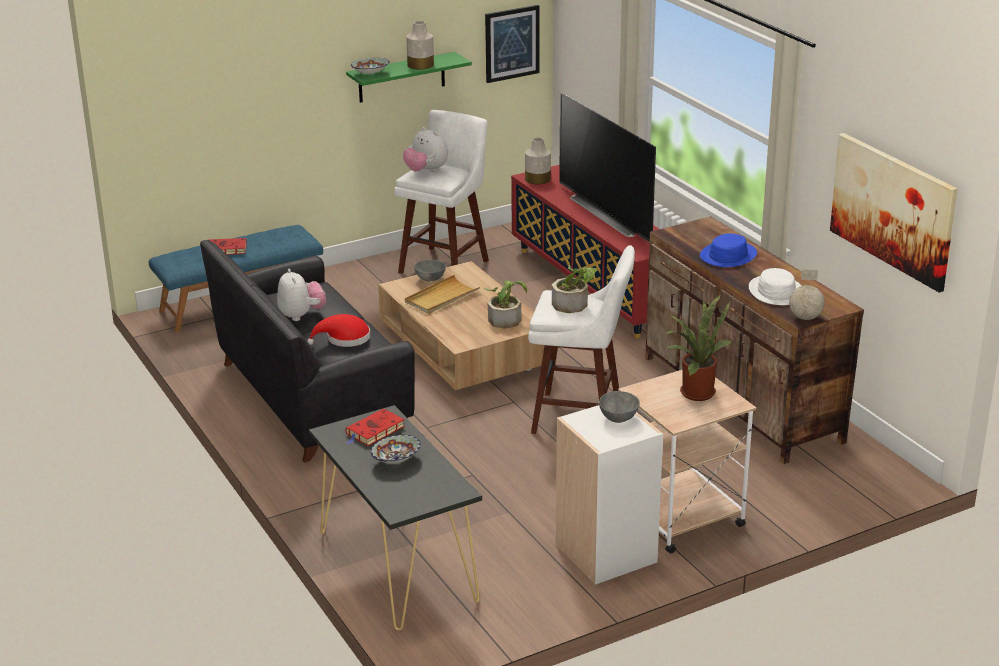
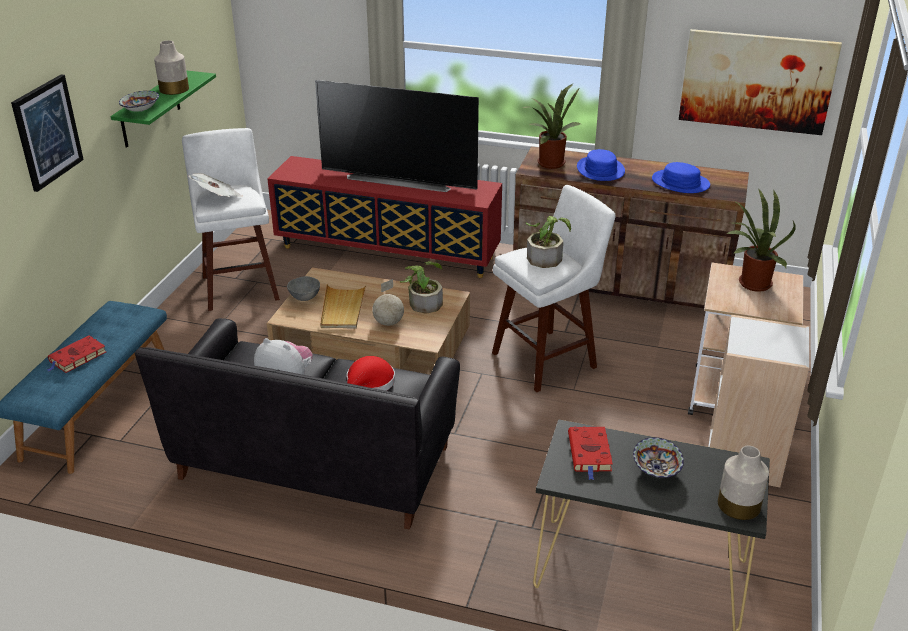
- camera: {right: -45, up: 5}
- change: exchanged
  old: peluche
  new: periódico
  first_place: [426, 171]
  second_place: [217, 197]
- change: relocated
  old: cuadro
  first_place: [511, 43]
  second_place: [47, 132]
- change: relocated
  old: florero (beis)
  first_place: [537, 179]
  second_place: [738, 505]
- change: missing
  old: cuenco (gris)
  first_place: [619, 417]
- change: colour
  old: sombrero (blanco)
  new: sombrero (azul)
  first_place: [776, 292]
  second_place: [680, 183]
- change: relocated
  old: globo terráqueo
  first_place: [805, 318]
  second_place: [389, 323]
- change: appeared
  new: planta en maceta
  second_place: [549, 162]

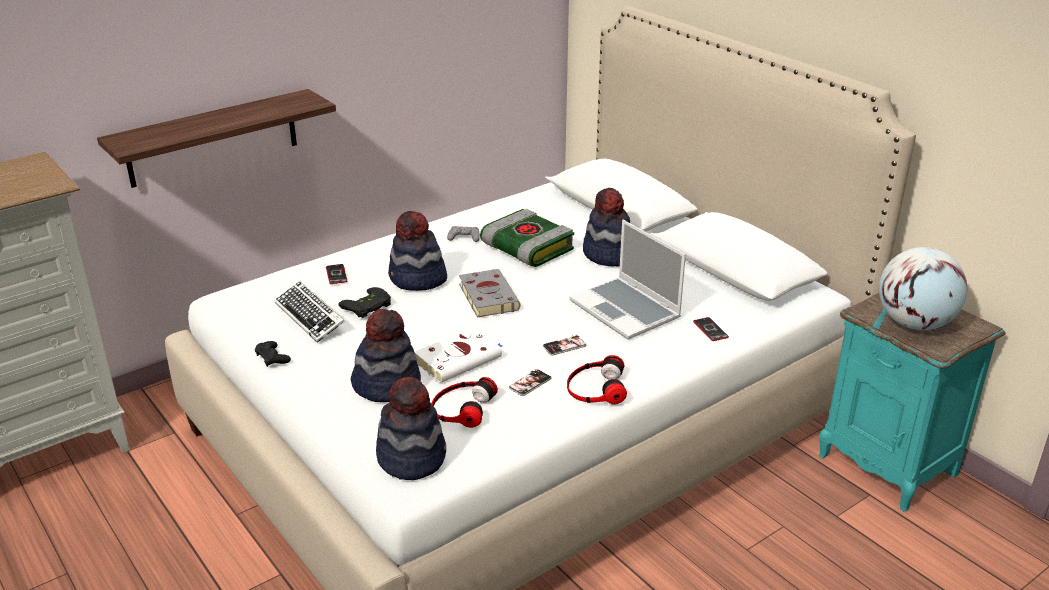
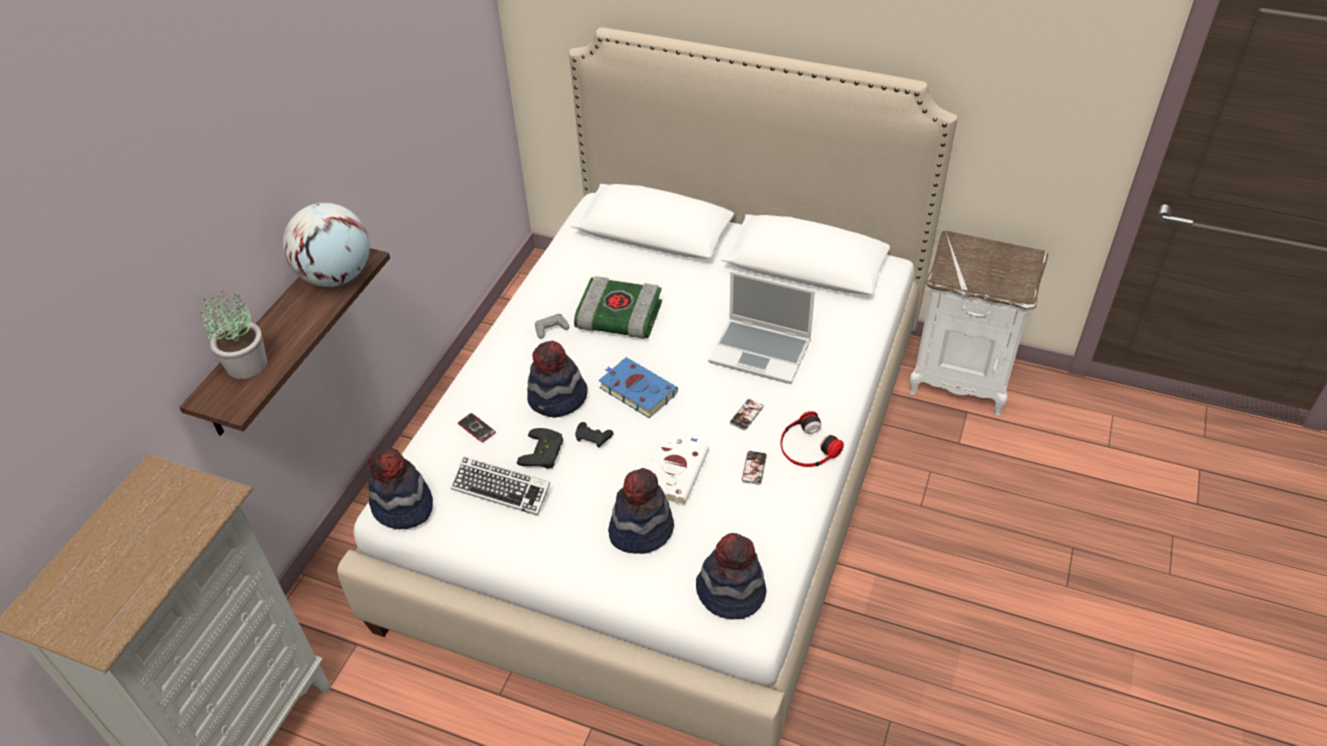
- camera: {right: -30, up: 15}
- change: relocated
  old: mando de consola (negro)
  first_place: [272, 358]
  second_place: [593, 437]
- change: missing
  old: auriculares
  first_place: [461, 408]
- change: colour
  old: libro (gris)
  new: libro (azul)
  first_place: [487, 296]
  second_place: [636, 390]
- change: relocated
  old: sombrero
  first_place: [608, 255]
  second_place: [402, 507]
- change: missing
  old: móvil
  first_place: [710, 330]
- change: colour
  old: mesita de noche (turquesa)
  new: mesita de noche (blanco)
  first_place: [887, 466]
  second_place: [961, 380]
- change: relocated
  old: globo terráqueo
  first_place: [914, 323]
  second_place: [337, 276]
- change: appeared
  new: planta en maceta
  second_place: [247, 364]

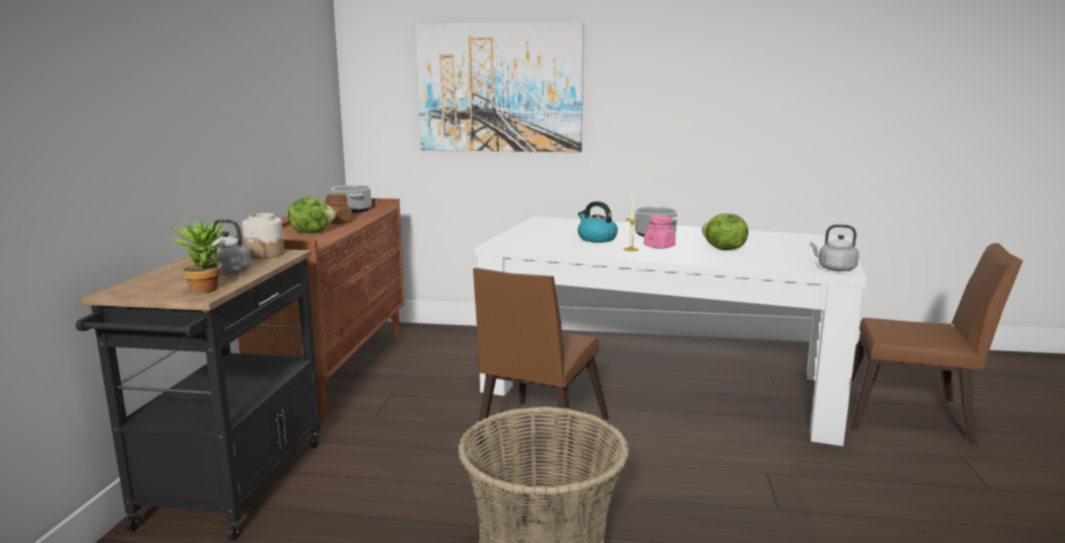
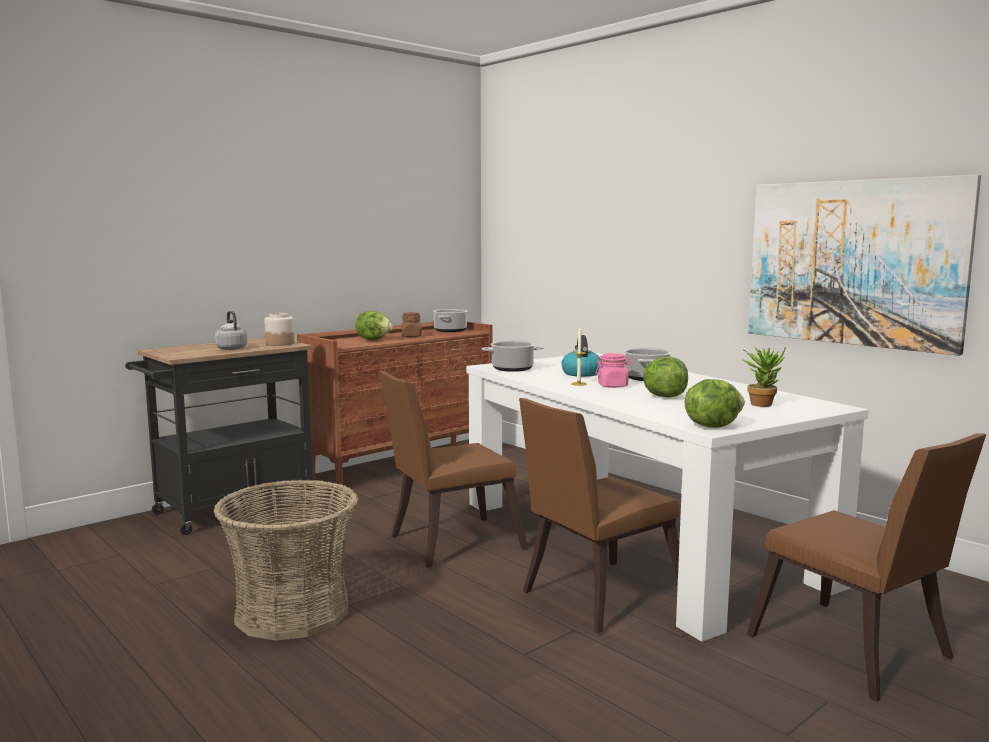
- camera: {right: 40, up: -5}
- change: relocated
  old: planta en maceta
  first_place: [206, 288]
  second_place: [762, 404]
- change: relocated
  old: cuadro
  first_place: [500, 88]
  second_place: [853, 263]
- change: exchanged
  old: hervidor (gris)
  new: lechuga
  first_place: [834, 268]
  second_place: [712, 426]
- change: appeared
  new: olla
  second_place: [512, 369]
- change: appeared
  new: silla (marrón)
  second_place: [596, 597]

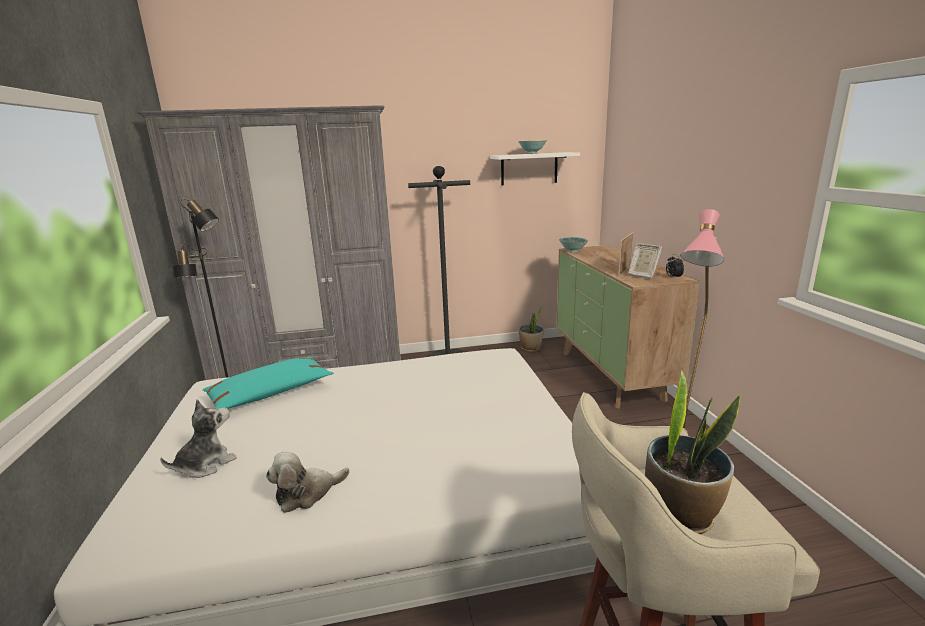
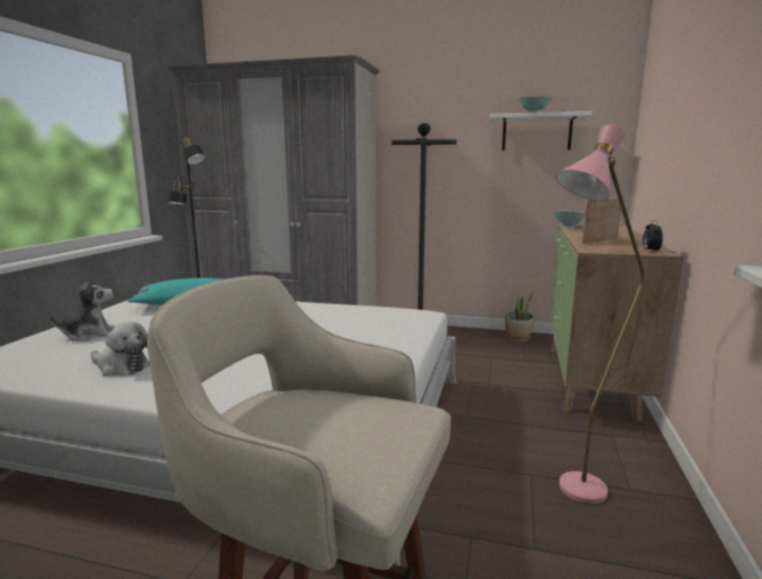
- camera: {right: 25, up: -5}
- change: spun
  old: peluche
  first_place: [307, 493]
  second_place: [121, 367]
  degrees: -150
- change: missing
  old: portarretratos
  first_place: [642, 275]
- change: missing
  old: planta en maceta
  first_place: [680, 514]

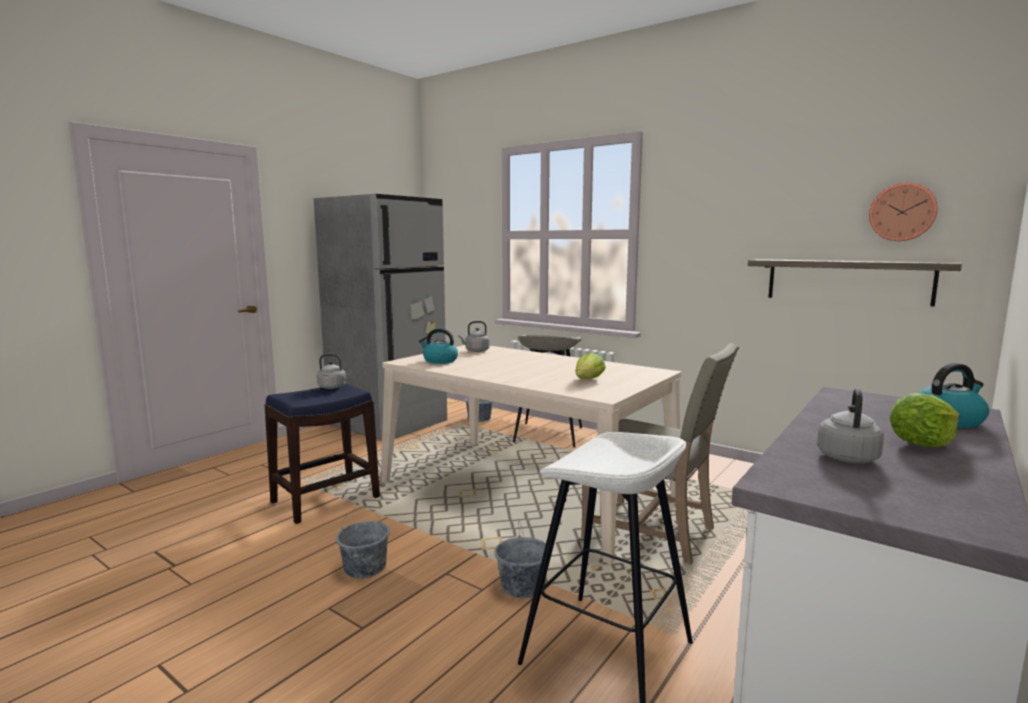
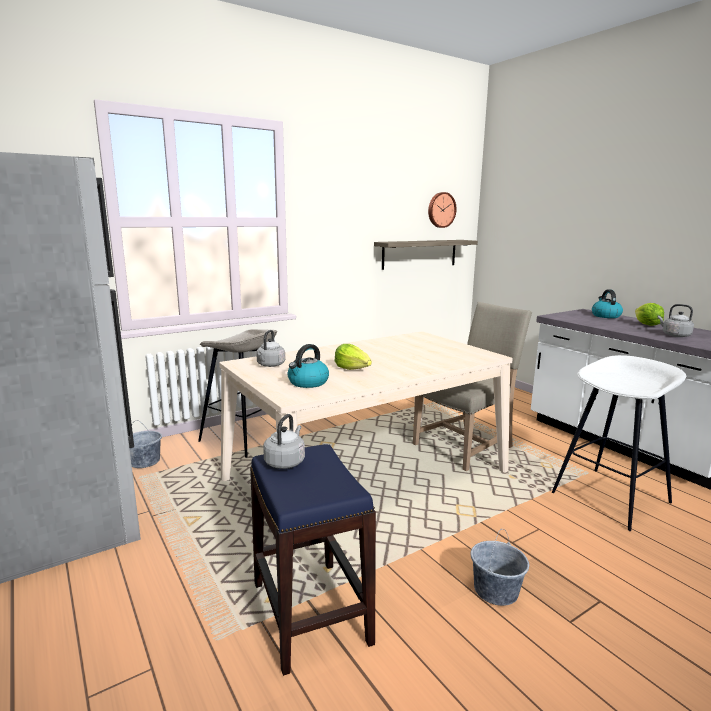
- camera: {right: -70, up: 5}
- change: missing
  old: cubo (gris)
  first_place: [523, 586]
- change: relocated
  old: lechuga
  first_place: [588, 380]
  second_place: [353, 369]

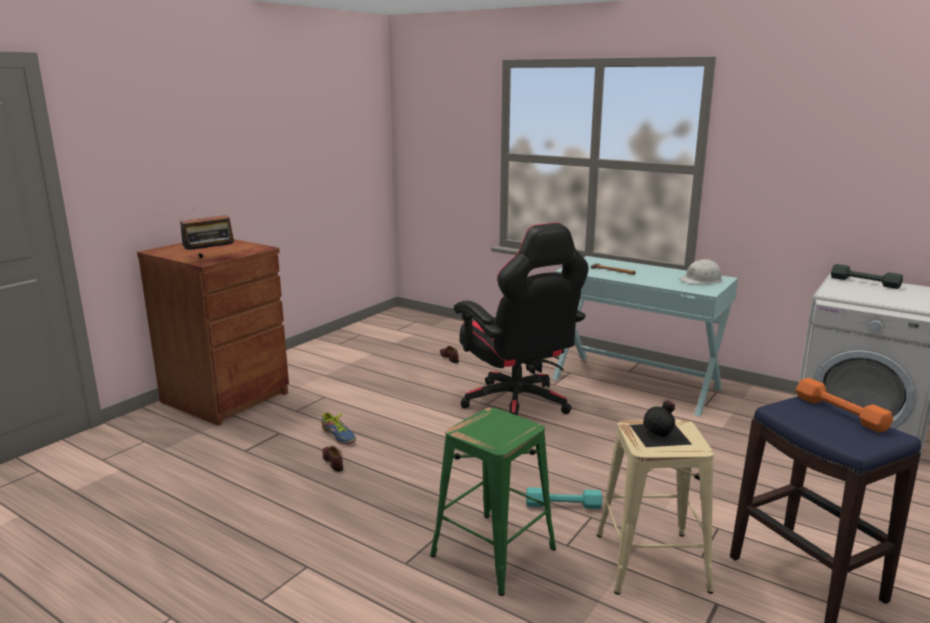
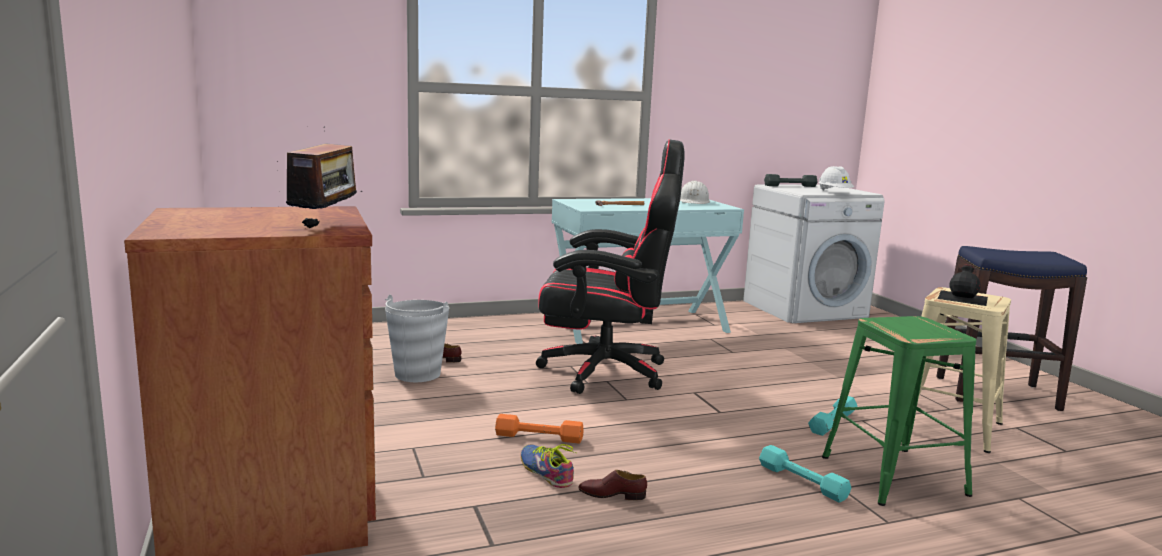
- camera: {right: -55, up: -5}
- change: spun
  old: zapato
  first_place: [339, 435]
  second_place: [545, 471]
  degrees: -120
- change: relocated
  old: mancuerna (naranja)
  first_place: [840, 413]
  second_place: [539, 437]
- change: appeared
  new: cubo (gris)
  second_place: [417, 374]
- change: appeared
  new: mancuerna (turquesa)
  second_place: [802, 481]
- change: appeared
  new: casco (blanco)
  second_place: [834, 192]

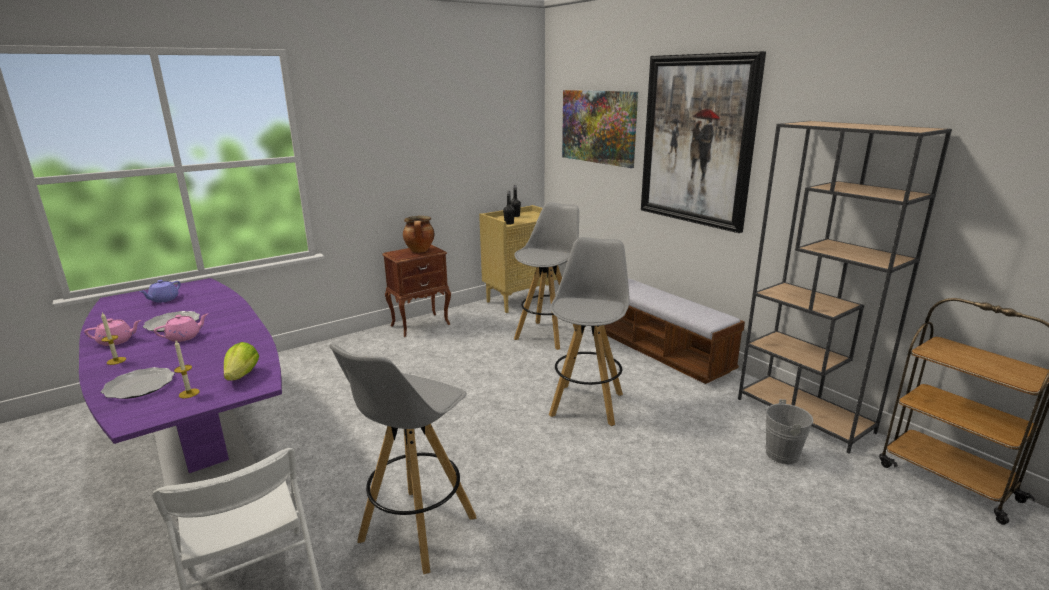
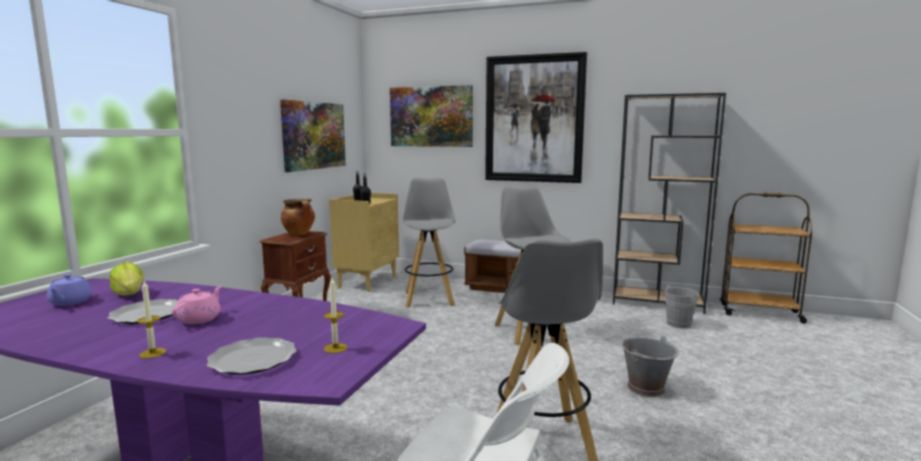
- camera: {right: -35, up: -10}
- change: missing
  old: tetera (rosa)
  first_place: [117, 341]
- change: relocated
  old: lechuga
  first_place: [242, 375]
  second_place: [129, 294]
- change: appeared
  new: cuadro
  second_place: [314, 135]
- change: appeared
  new: cubo (gris)
  second_place: [646, 388]

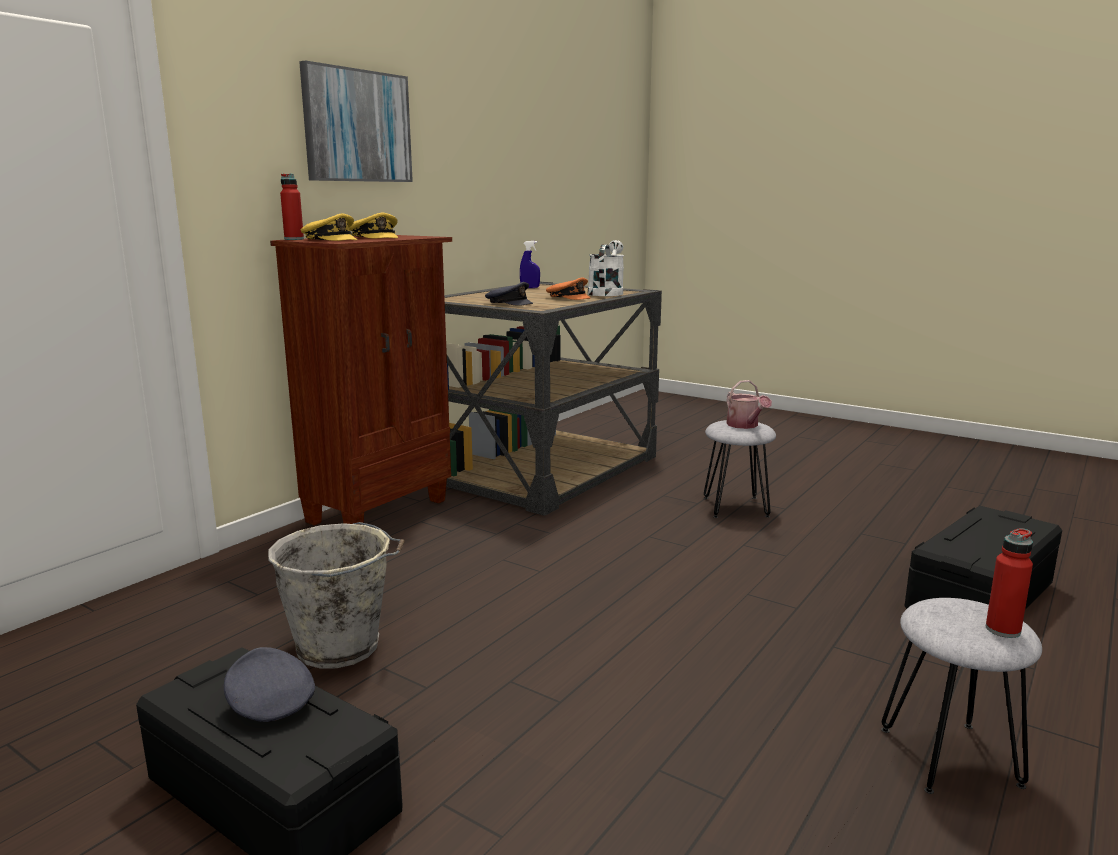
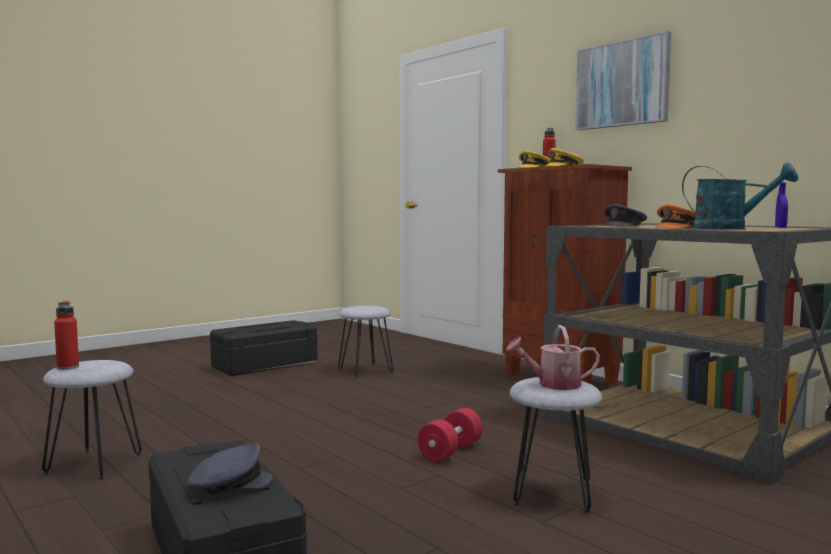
- camera: {right: 105, up: -10}
- change: relocated
  old: gorra (gris)
  first_place: [269, 703]
  second_place: [229, 484]
- change: exchanged
  old: cubo (gris)
  new: taburete (gris)
  first_place: [342, 647]
  second_place: [365, 371]
- change: colour
  old: regadera (blanco)
  new: regadera (turquesa)
  first_place: [606, 293]
  second_place: [729, 229]
- change: appeared
  new: mancuerna (rojo)
  second_place: [450, 451]

